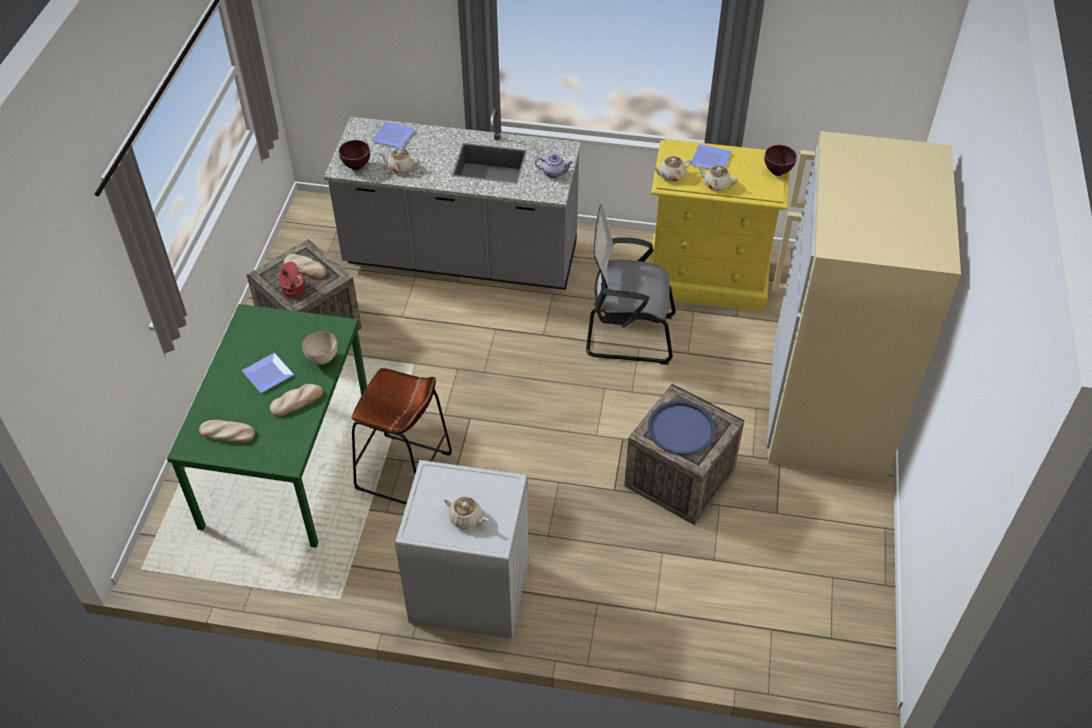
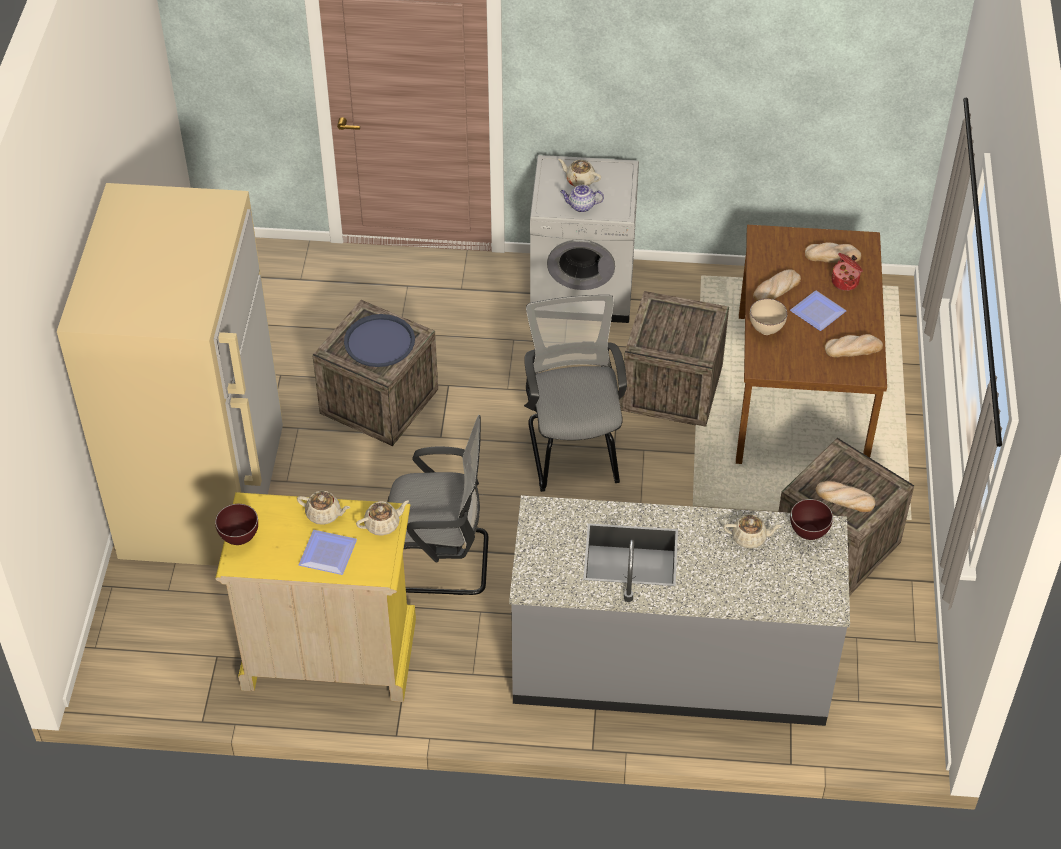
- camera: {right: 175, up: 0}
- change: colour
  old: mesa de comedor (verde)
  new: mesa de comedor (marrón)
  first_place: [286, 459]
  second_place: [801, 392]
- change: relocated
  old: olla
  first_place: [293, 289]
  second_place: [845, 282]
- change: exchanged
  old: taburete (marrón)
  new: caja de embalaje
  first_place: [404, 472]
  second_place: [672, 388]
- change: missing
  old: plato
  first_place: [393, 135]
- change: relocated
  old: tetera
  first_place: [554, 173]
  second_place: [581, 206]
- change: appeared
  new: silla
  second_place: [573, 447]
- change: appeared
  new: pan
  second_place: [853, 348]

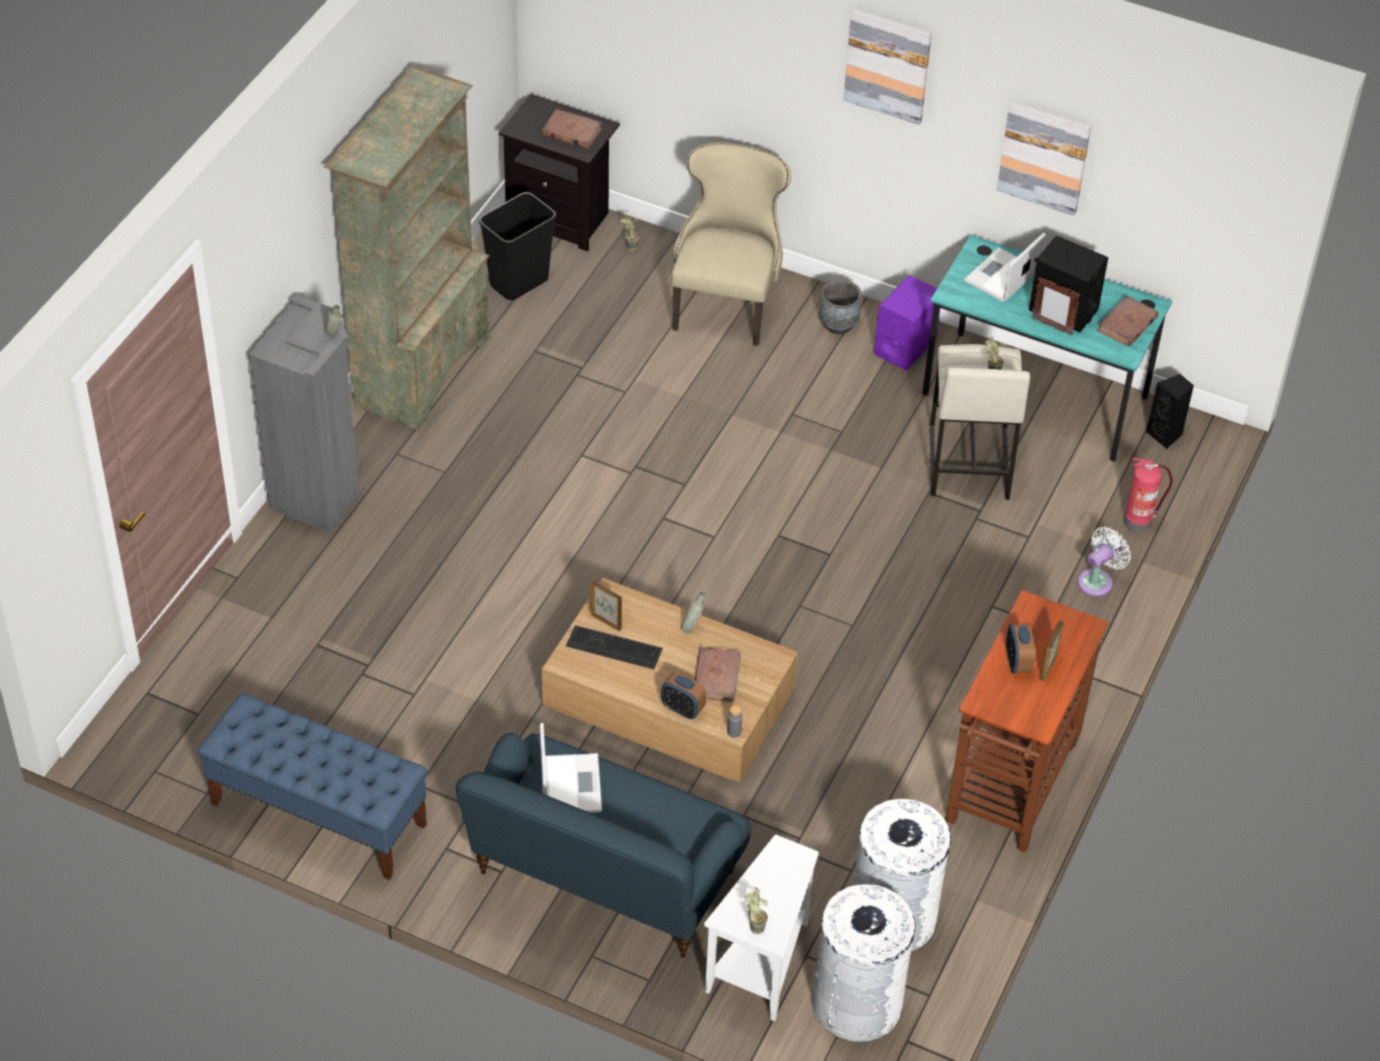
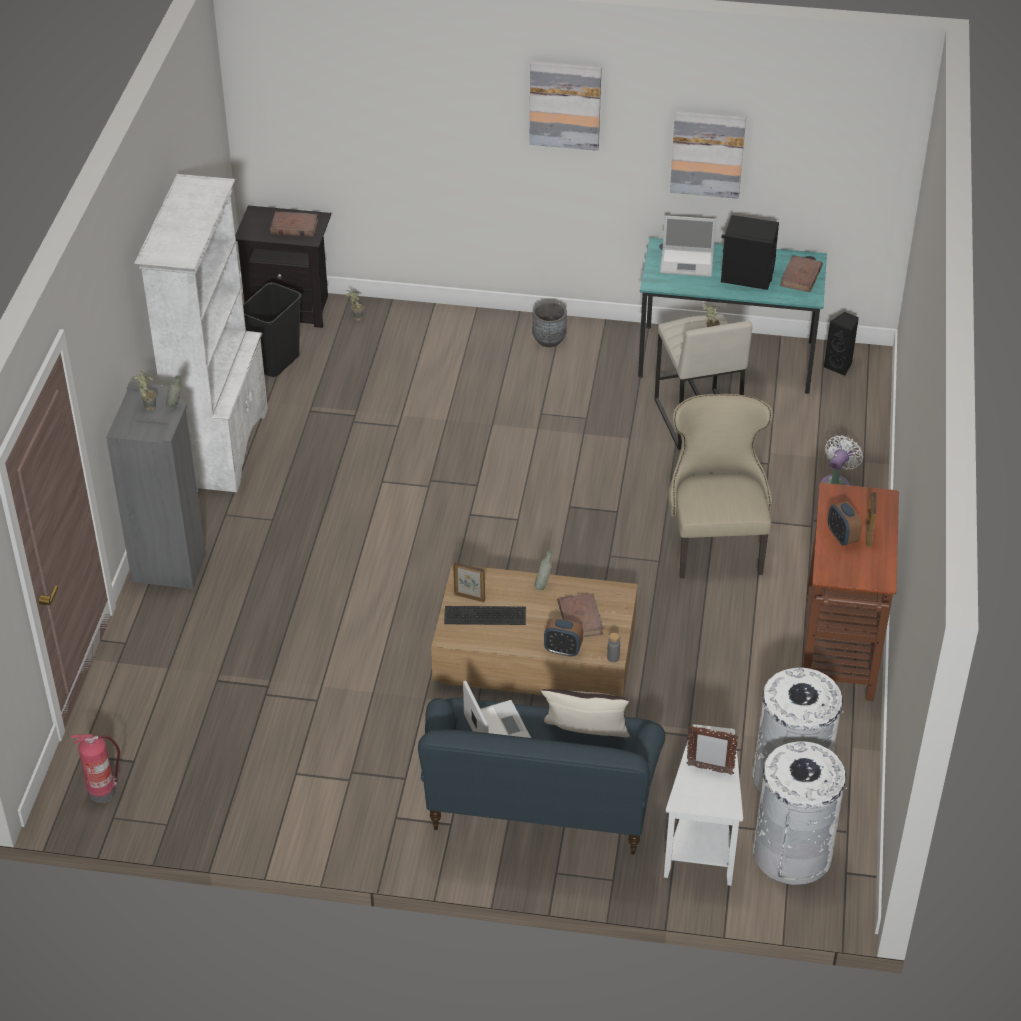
- camera: {right: -15, up: -5}
- change: missing
  old: banco (azul)
  first_place: [318, 814]
- change: colour
  old: estantería (verde)
  new: estantería (blanco)
  first_place: [422, 370]
  second_place: [221, 445]
- change: relocated
  old: silla (beis)
  first_place: [726, 303]
  second_place: [715, 543]
- change: relocated
  old: planta en maceta
  first_place: [754, 925]
  second_place: [147, 406]
- change: missing
  old: altavoz (morado)
  first_place: [905, 347]
- change: spun
  old: portátil
  first_place: [1001, 277]
  second_place: [688, 262]
  degrees: -105
- change: relocated
  old: portarretratos
  first_place: [1051, 326]
  second_place: [709, 769]
- change: relocated
  old: extintor
  first_place: [1139, 521]
  second_place: [103, 791]
- change: appeared
  new: cojín
  second_place: [584, 739]

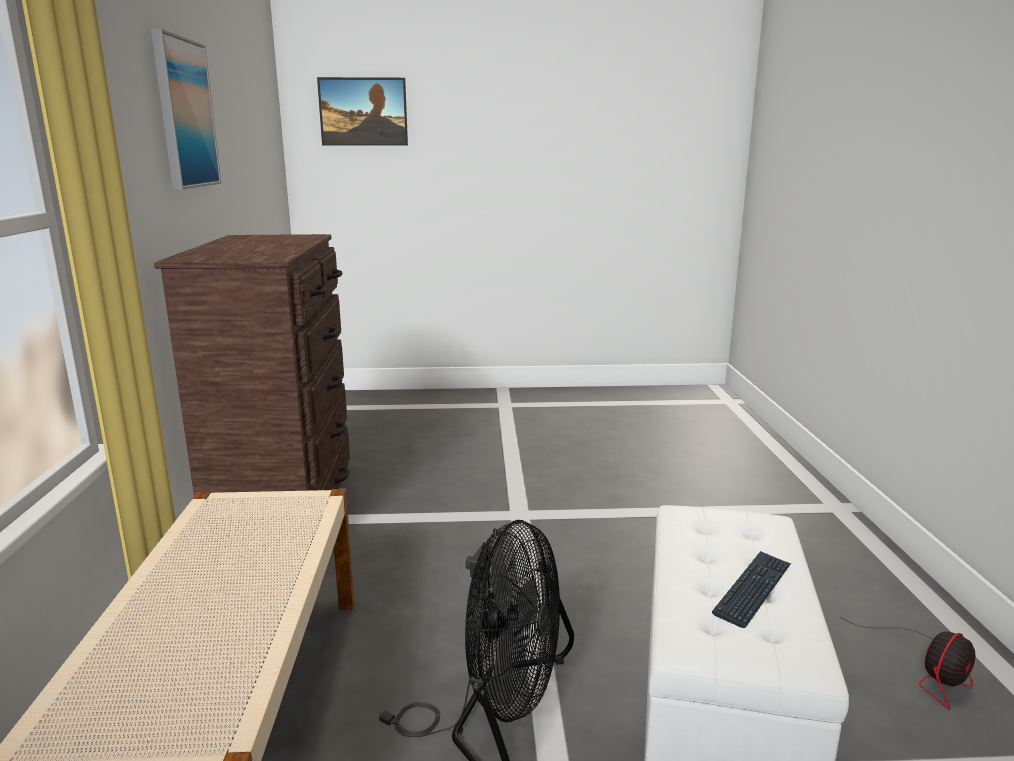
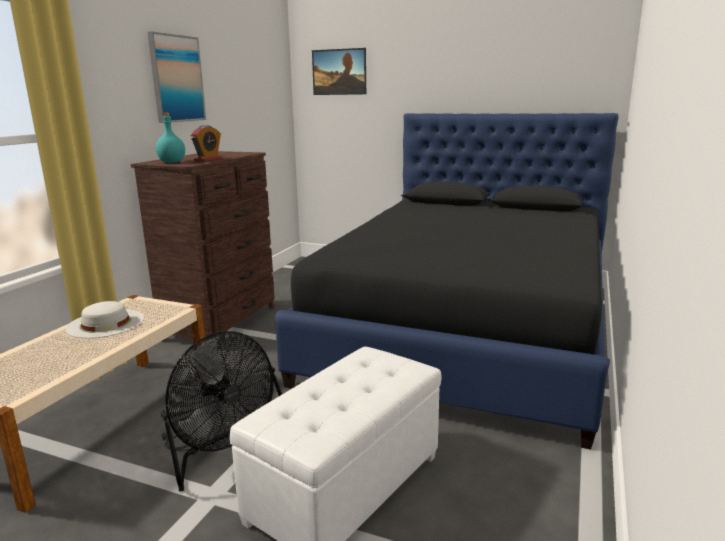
- camera: {right: 25, up: 0}
- change: missing
  old: teclado
  first_place: [753, 589]
- change: missing
  old: ventilador
  first_place: [929, 671]
- change: appeared
  new: sombrero (blanco)
  second_place: [105, 323]
- change: appeared
  new: botella (turquesa)
  second_place: [172, 162]
- change: appeared
  new: despertador
  second_place: [208, 160]
- change: appeared
  new: cama (negro)
  second_place: [467, 328]

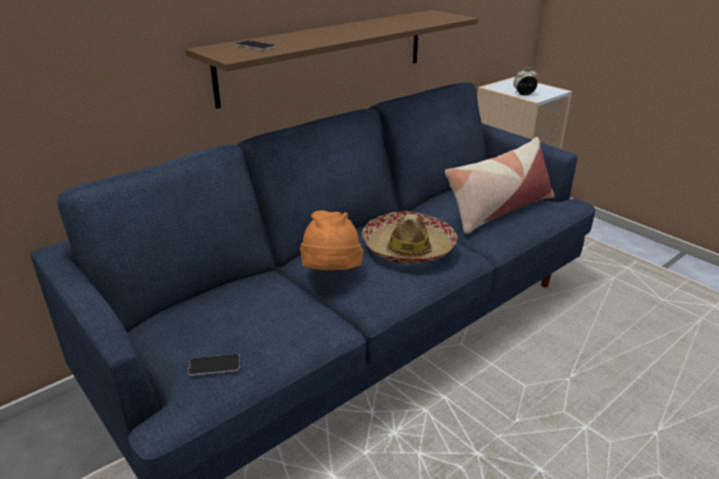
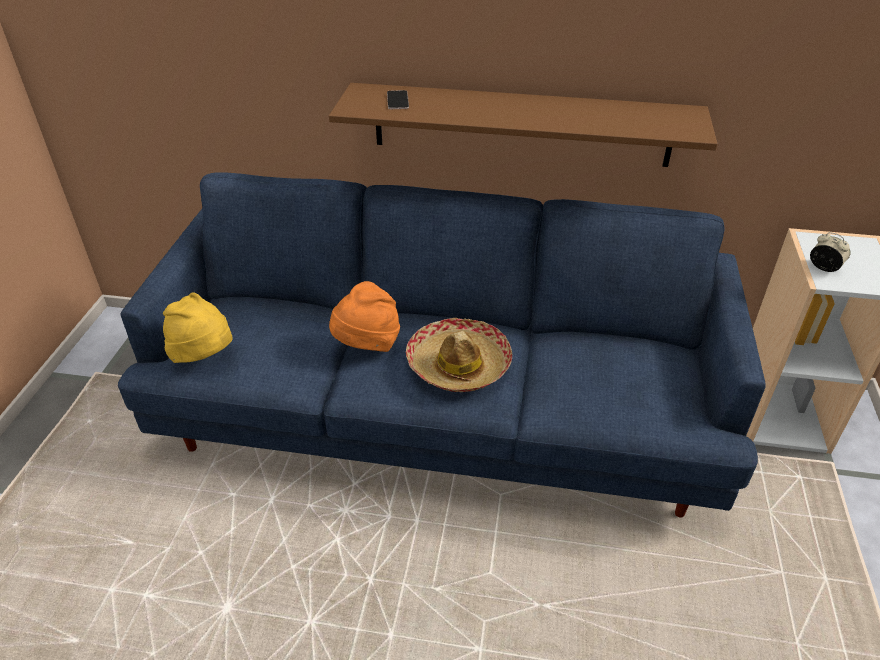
- camera: {right: 50, up: 10}
- change: exchanged
  old: móvil
  new: sombrero (amarillo)
  first_place: [214, 365]
  second_place: [204, 356]
- change: missing
  old: cojín
  first_place: [499, 210]

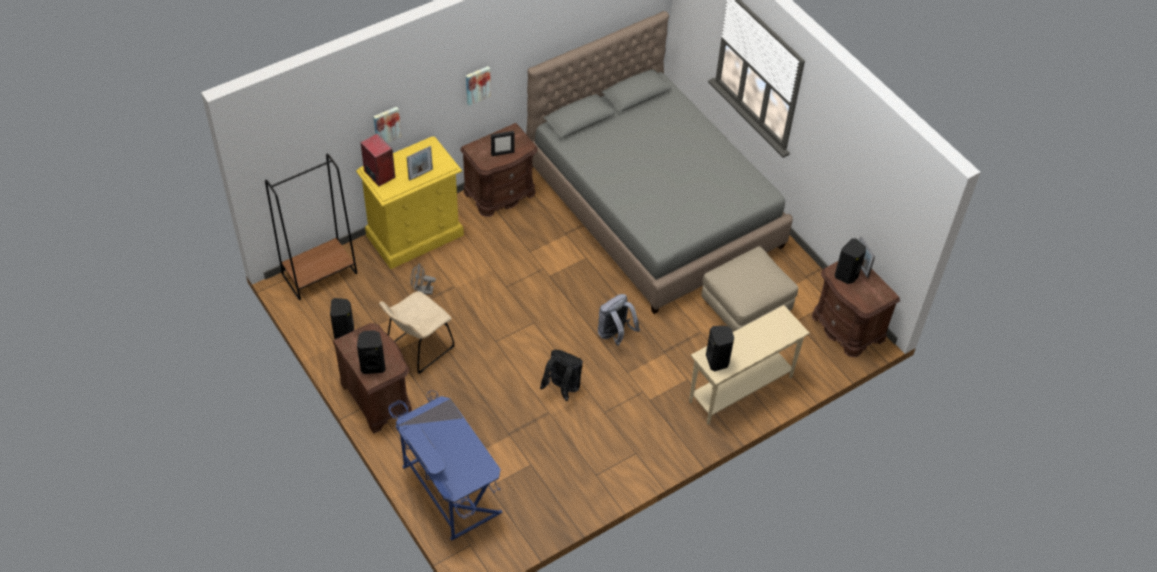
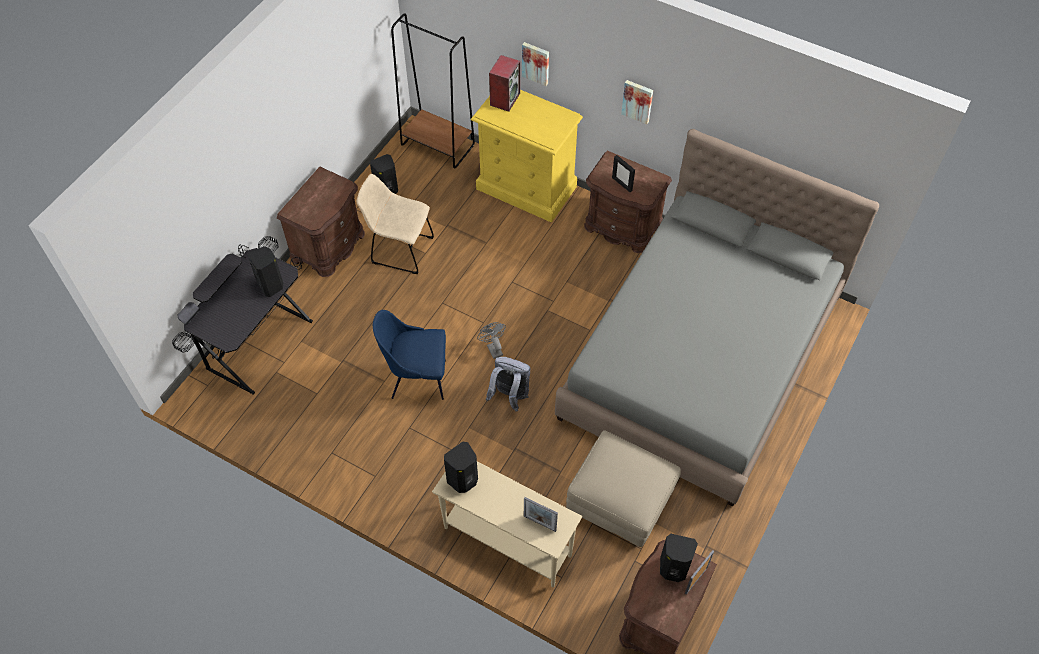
- camera: {right: 65, up: 5}
- change: relocated
  old: altavoz (negro)
  first_place: [373, 365]
  second_place: [271, 285]
- change: colour
  old: escritorio (azul)
  new: escritorio (negro)
  first_place: [448, 491]
  second_place: [257, 343]
- change: relocated
  old: portarretratos
  first_place: [420, 174]
  second_place: [539, 523]
- change: relocated
  old: ventilador (gris)
  first_place: [422, 291]
  second_place: [493, 348]
- change: exchanged
  old: mochila (negro)
  new: silla (azul)
  first_place: [562, 388]
  second_place: [418, 380]

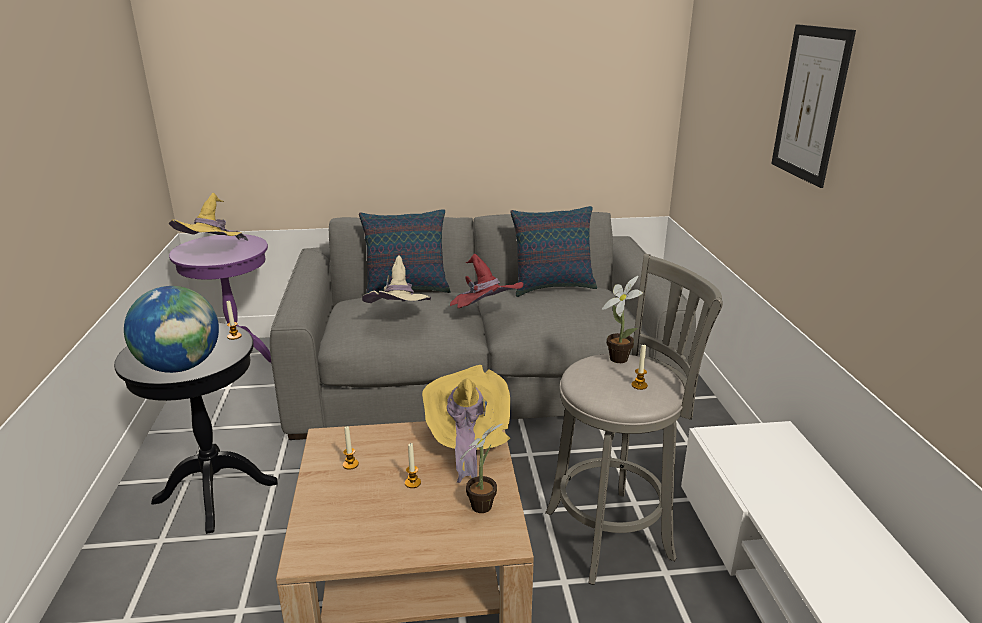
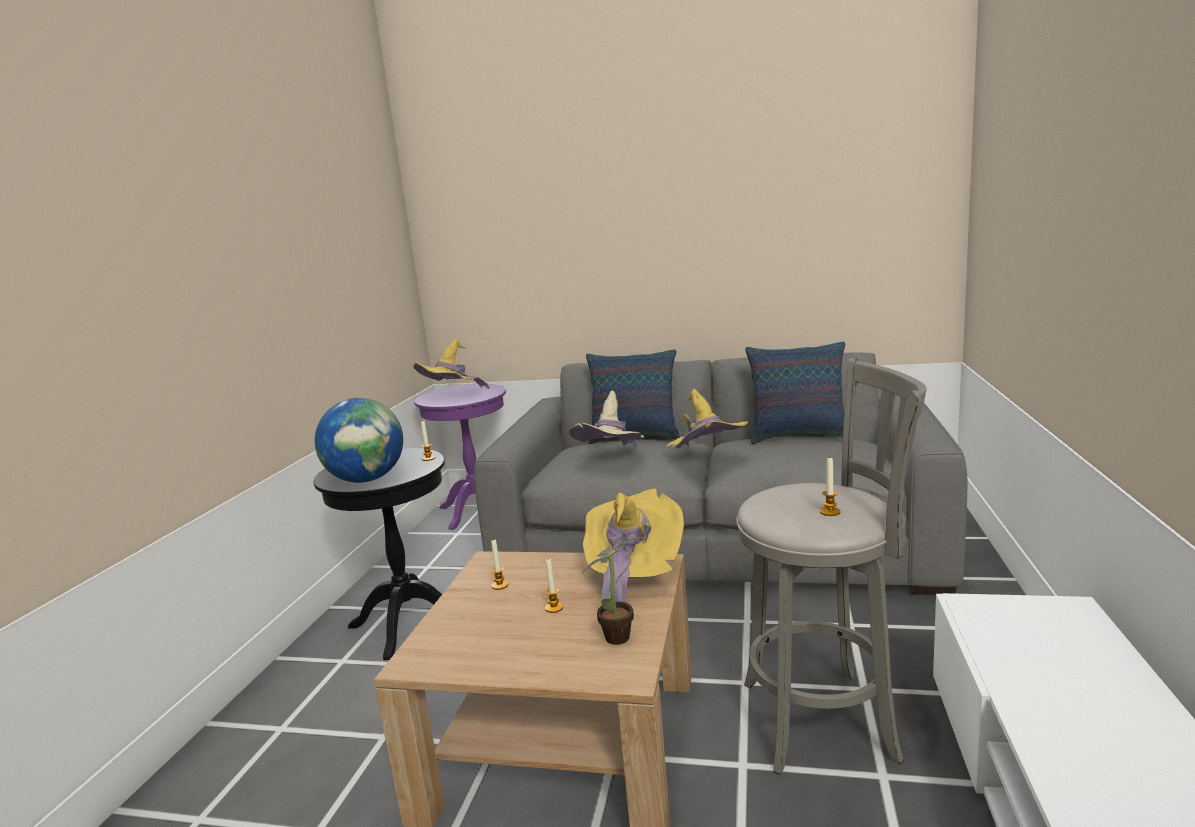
- camera: {right: 20, up: -10}
- change: colour
  old: sombrero (rojo)
  new: sombrero (amarillo)
  first_place: [484, 316]
  second_place: [706, 460]
- change: missing
  old: planta en maceta
  first_place: [618, 357]
- change: missing
  old: cuadro
  first_place: [810, 104]

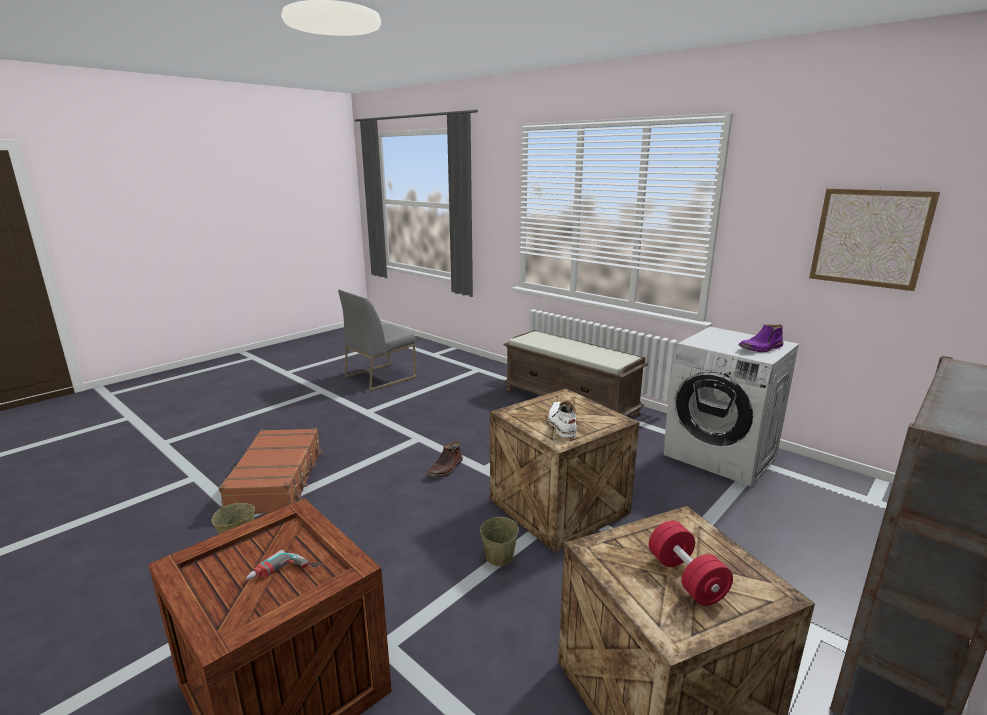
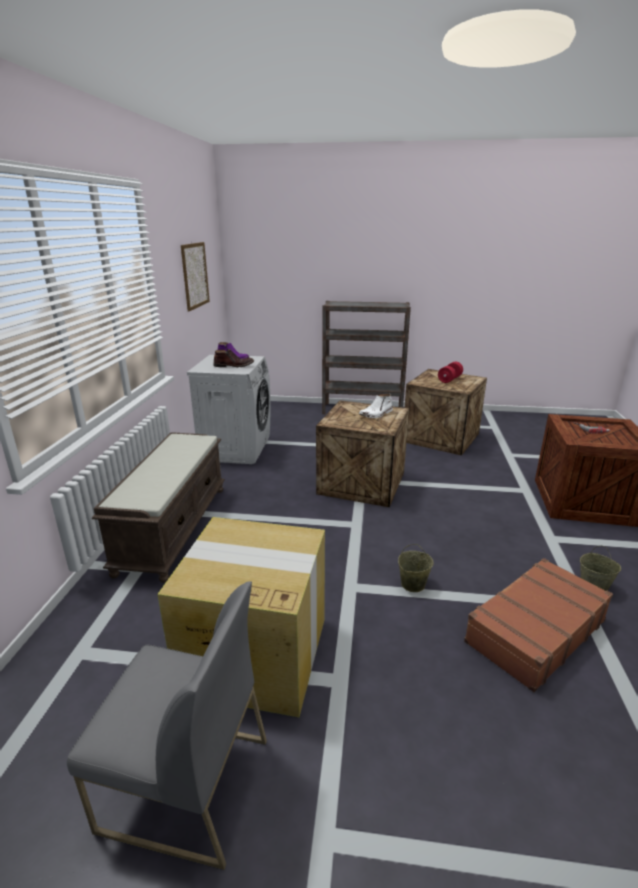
- camera: {right: -125, up: 5}
- change: relocated
  old: bota (marrón)
  first_place: [446, 469]
  second_place: [234, 366]
- change: relocated
  old: cubo (beis)
  first_place: [499, 556]
  second_place: [412, 584]
- change: appeared
  new: caja de cartón
  second_place: [254, 653]

